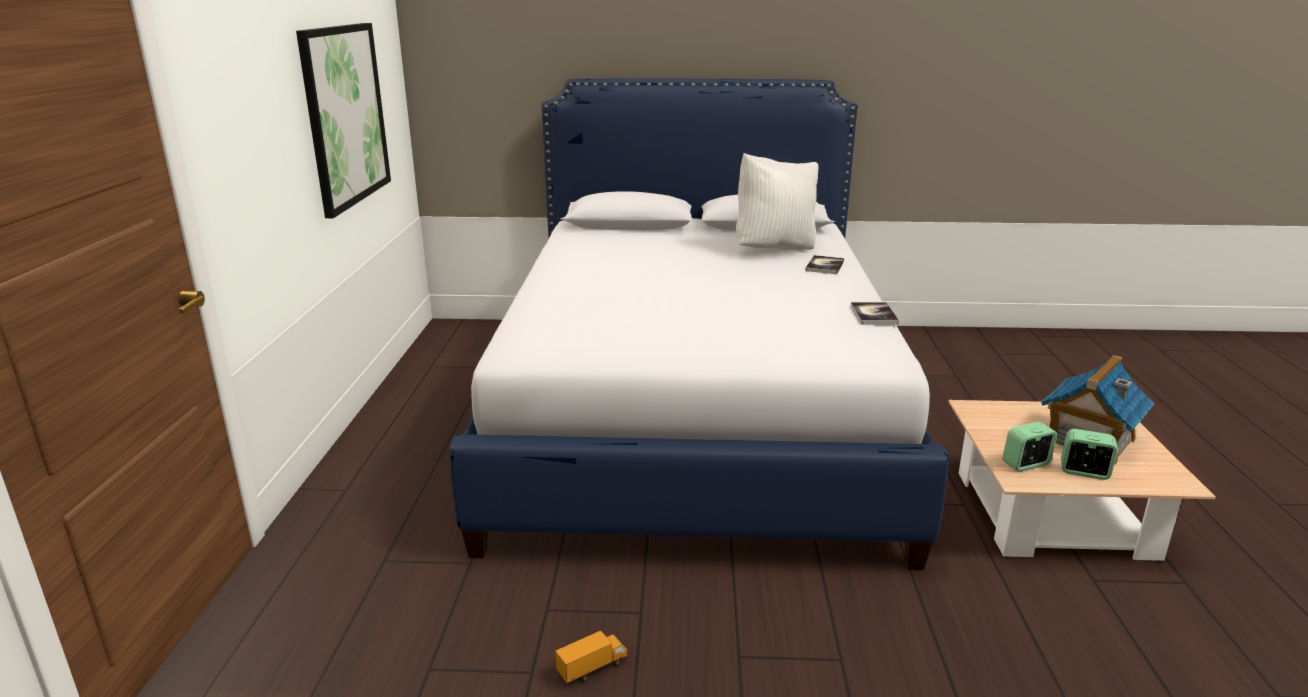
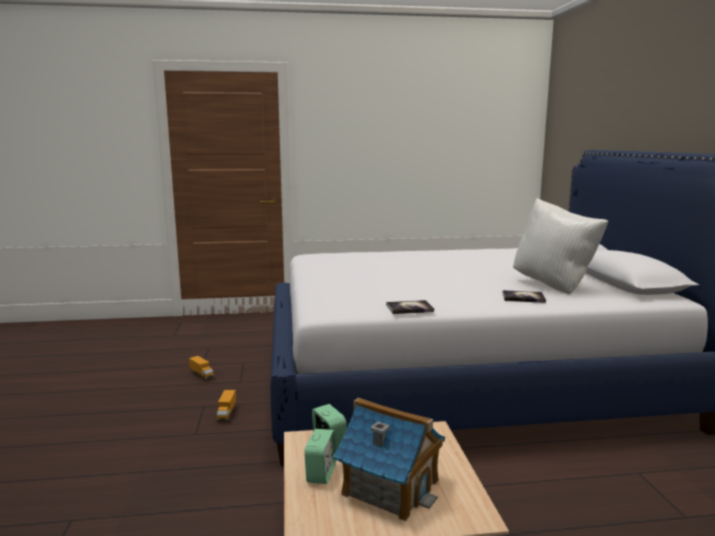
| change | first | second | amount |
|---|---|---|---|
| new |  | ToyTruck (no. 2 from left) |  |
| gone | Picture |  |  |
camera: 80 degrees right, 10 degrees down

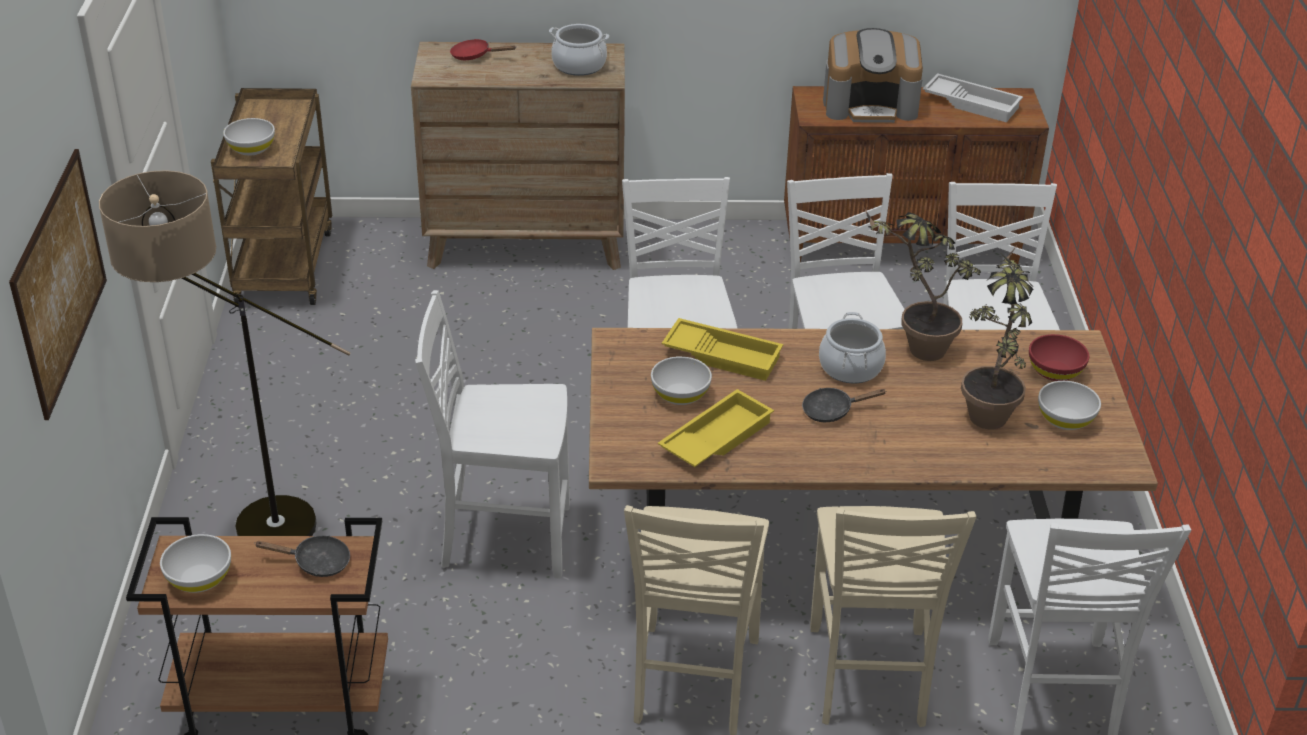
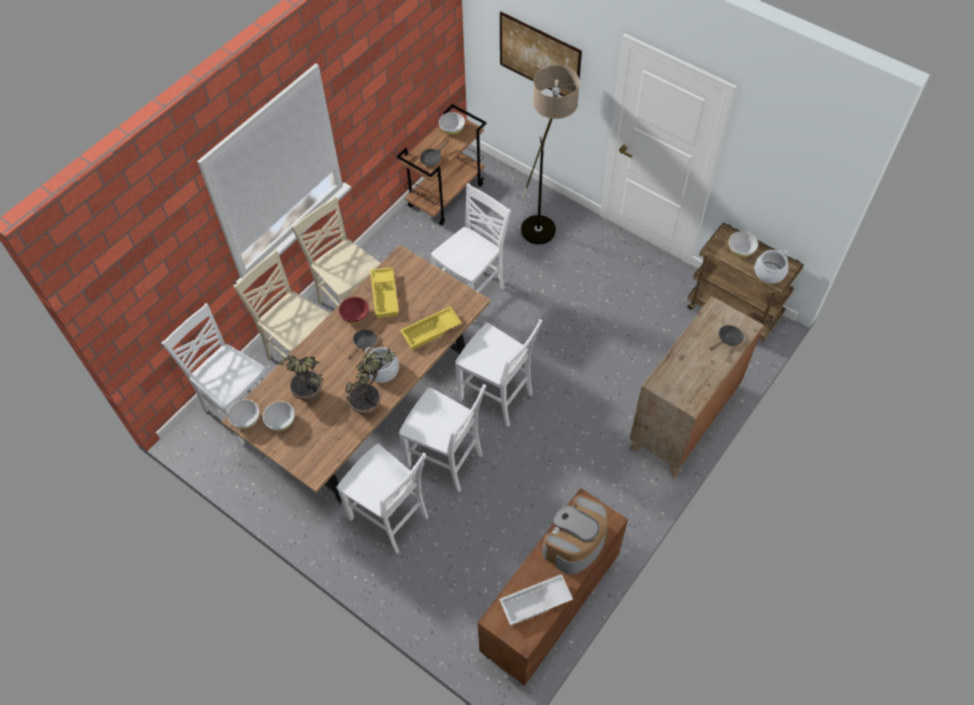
| change | first | second | amount |
|---|---|---|---|
| shifted | WhiteBowl (no. 3 from left in the first image) | WhiteBowl (no. 1 from left) |  |
| shifted | RedBowl |  |  |
| repainted | RedFryingPan | BlackFryingPan (no. 3 from left) |  |
| shifted | CookingPot (no. 1 from left in the first image) | CookingPot (no. 2 from left) |  |
camera: 130 degrees right, 20 degrees up

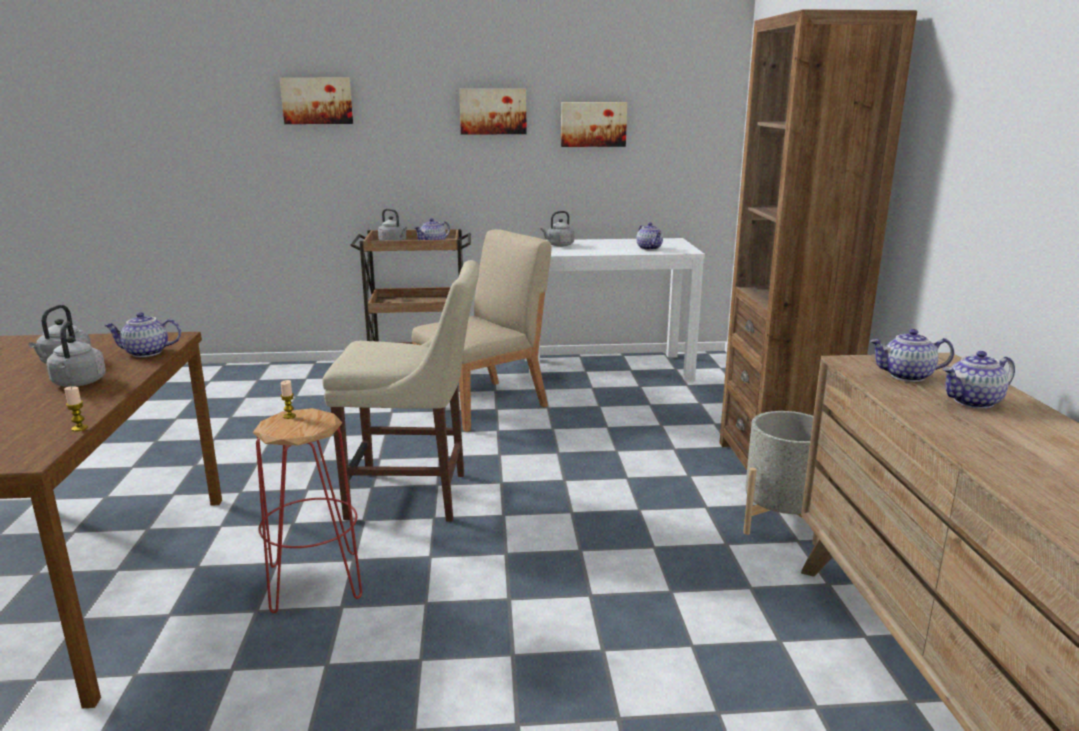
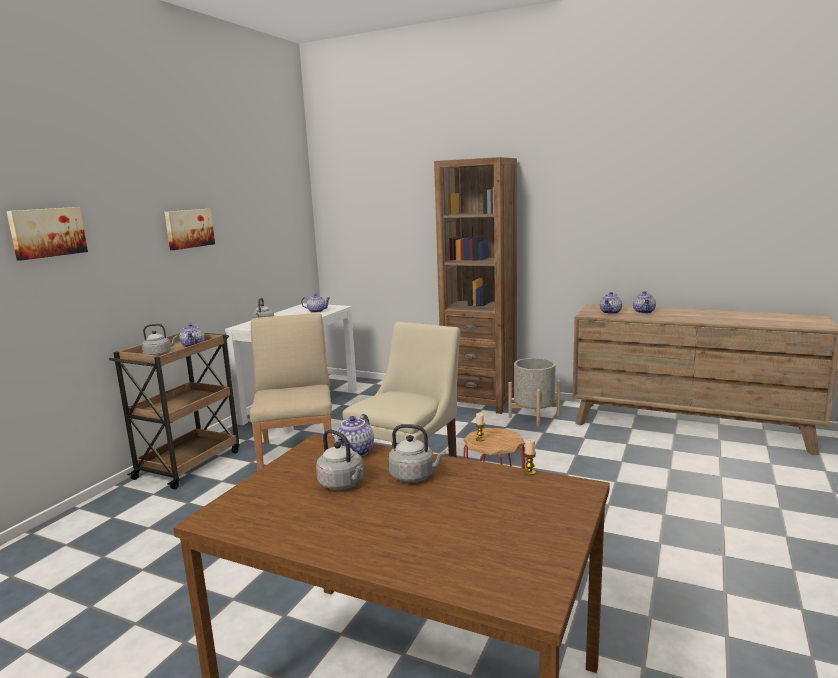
| change | first | second | amount |
|---|---|---|---|
| gone | Picture (no. 3 from left) |  |  |
camera: 60 degrees left, 5 degrees down

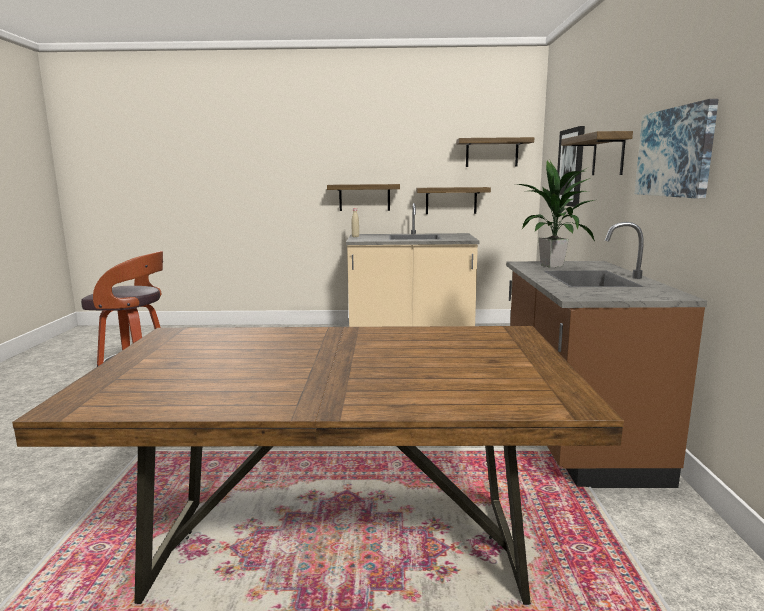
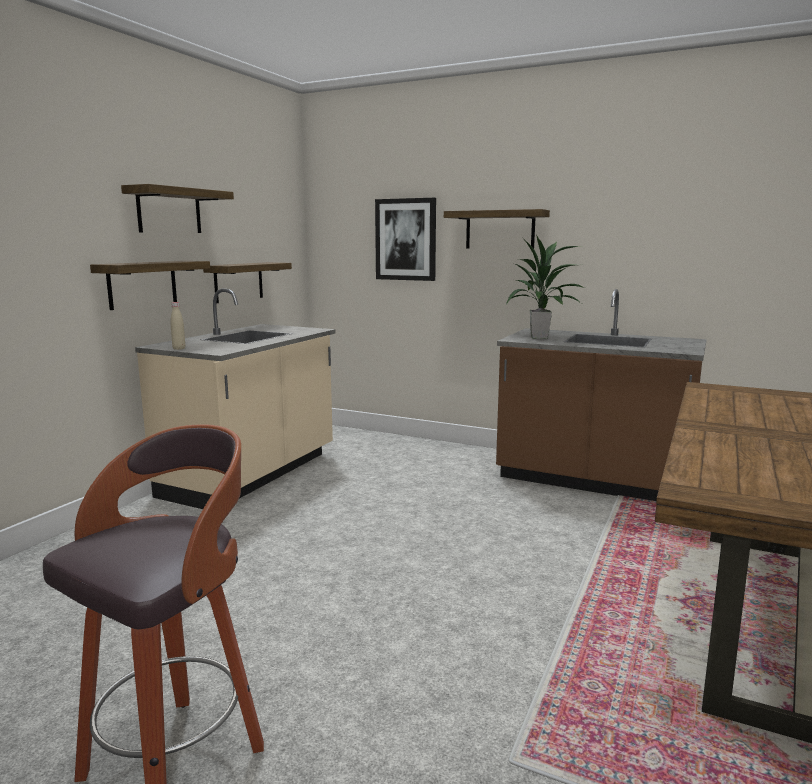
| change | first | second | amount |
|---|---|---|---|
| shifted | Shelf (no. 3 from left in the first image) | Shelf (no. 2 from left) |  |
| gone | Picture (no. 2 from left) |  |  |
camera: 65 degrees left, 0 degrees up

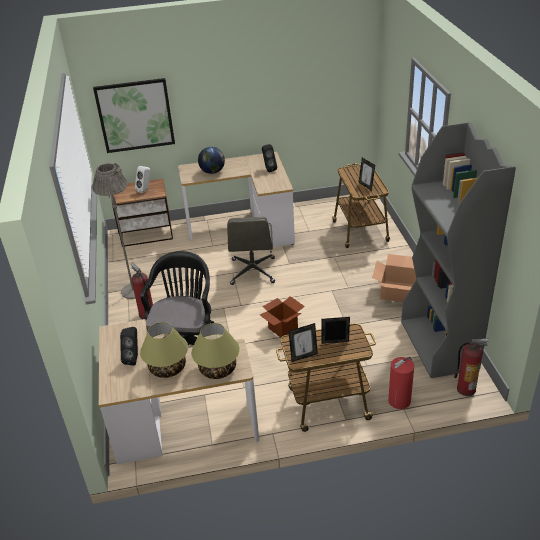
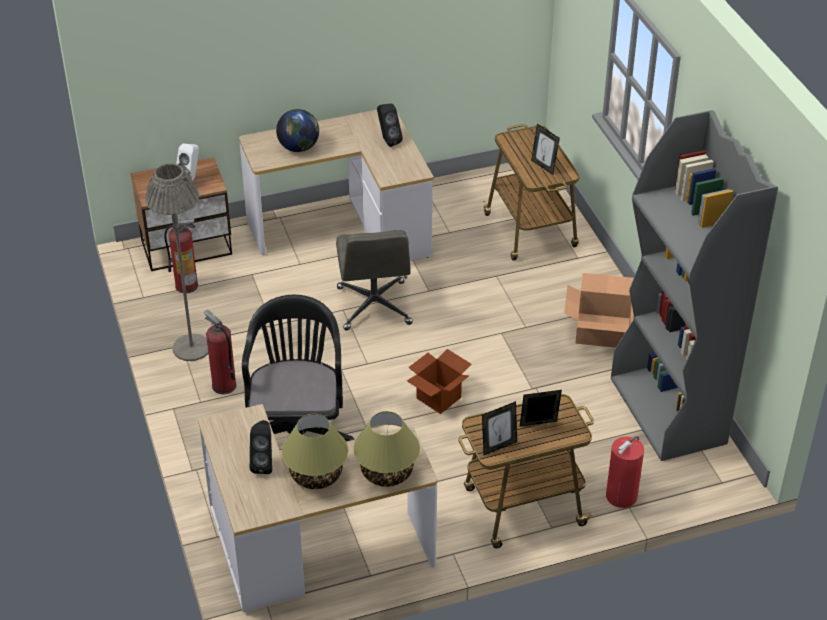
| change | first | second | amount |
|---|---|---|---|
| shifted | FireExtinguisher (no. 3 from left in the first image) | FireExtinguisher (no. 1 from left) |  |
| gone | Picture |  |  |
camera: 10 degrees left, 5 degrees up

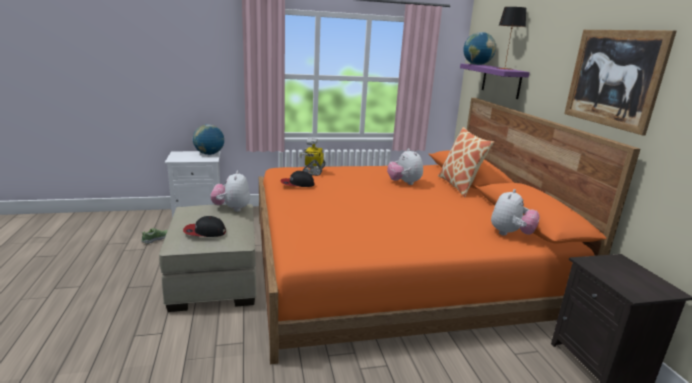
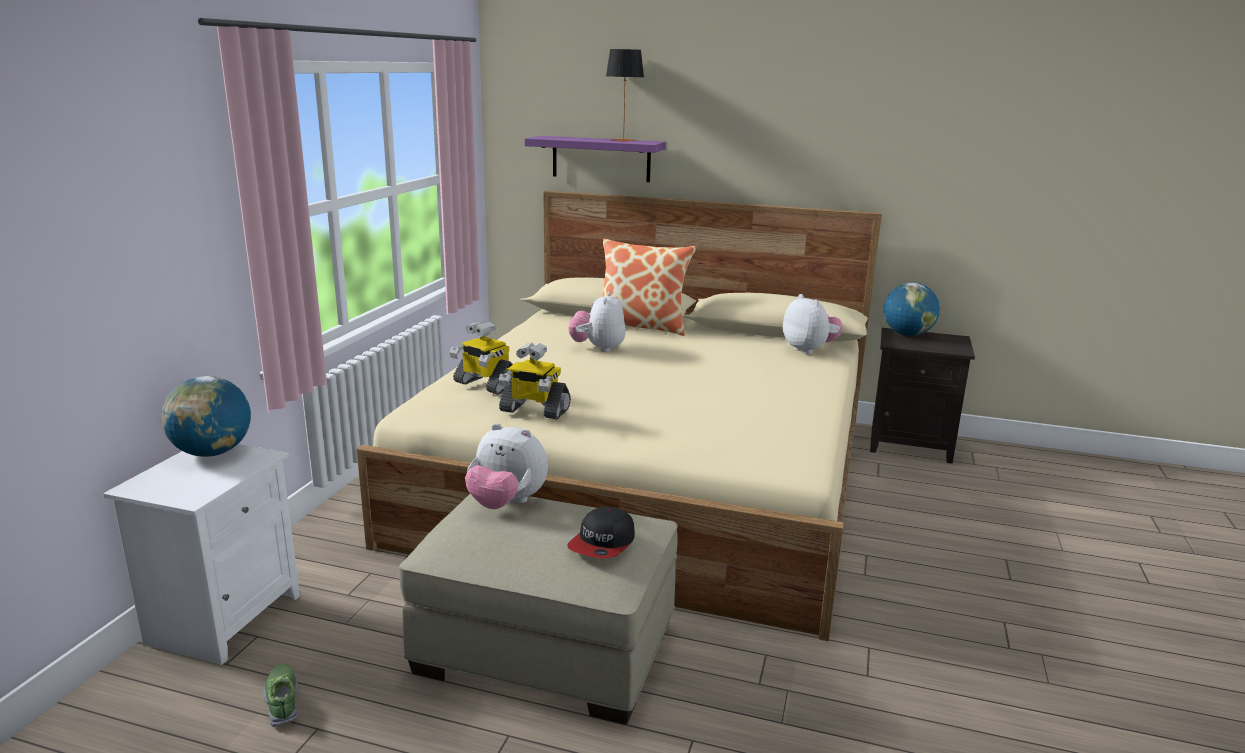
| change | first | second | amount |
|---|---|---|---|
| repainted | OrangeBed | BeigeBed |  |
| swapped | Cap (no. 2 from left) | ToyRobot (no. 2 from left) |  |
| rotated | PlushToy (no. 2 from left) |  | 90 degrees clockwise |
| shifted | Globe (no. 2 from left) |  |  |
| gone | Picture |  |  |
camera: 60 degrees left, 0 degrees up

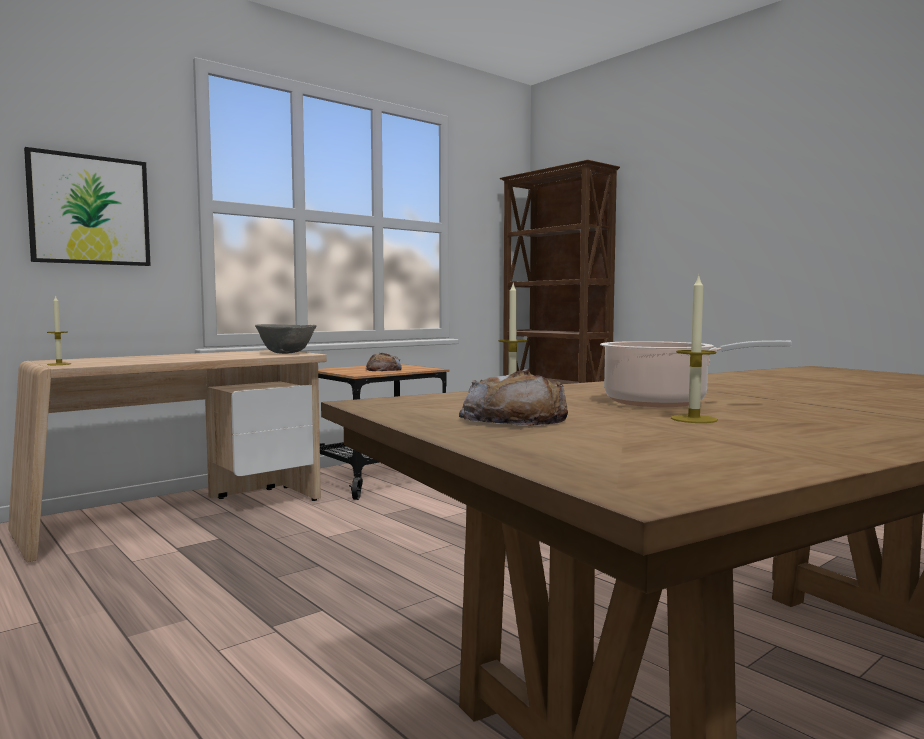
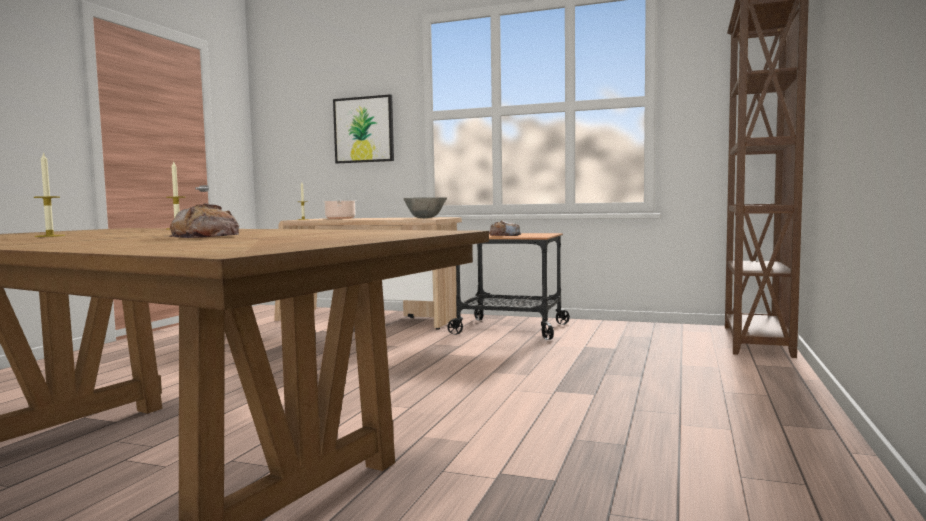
| change | first | second | amount |
|---|---|---|---|
| shifted | Bread (no. 2 from left in the first image) | Bread (no. 1 from left) |  |
| shifted | CookingPot |  |  |
camera: 60 degrees right, 0 degrees up

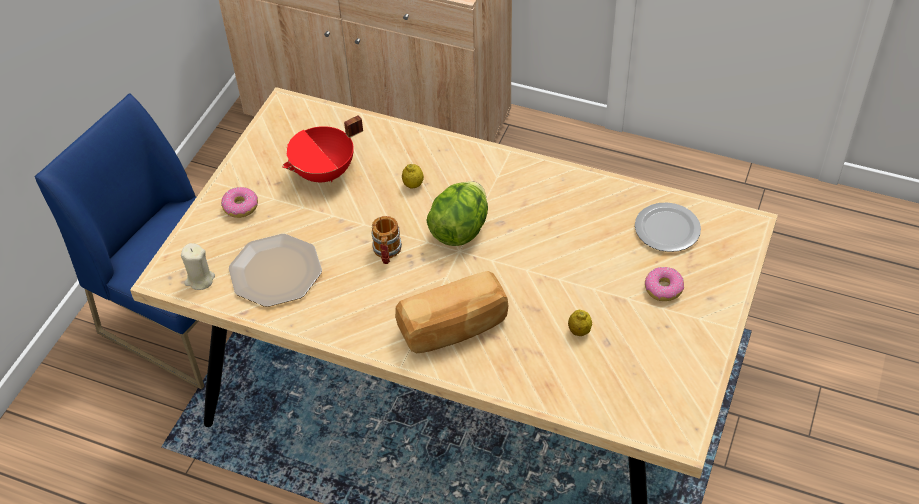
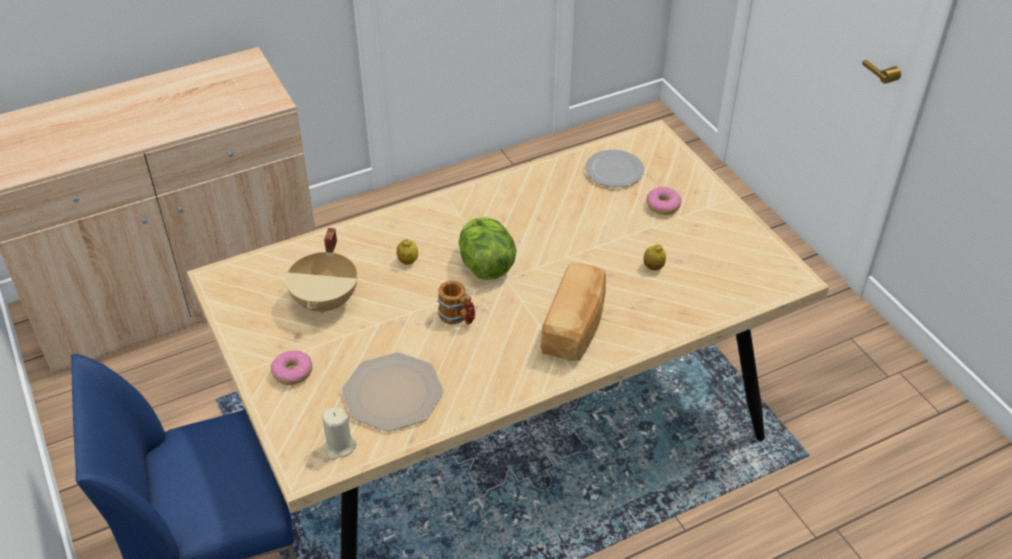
| change | first | second | amount |
|---|---|---|---|
| repainted | RedCookingPot | BeigeCookingPot |  |
camera: 50 degrees left, 5 degrees down

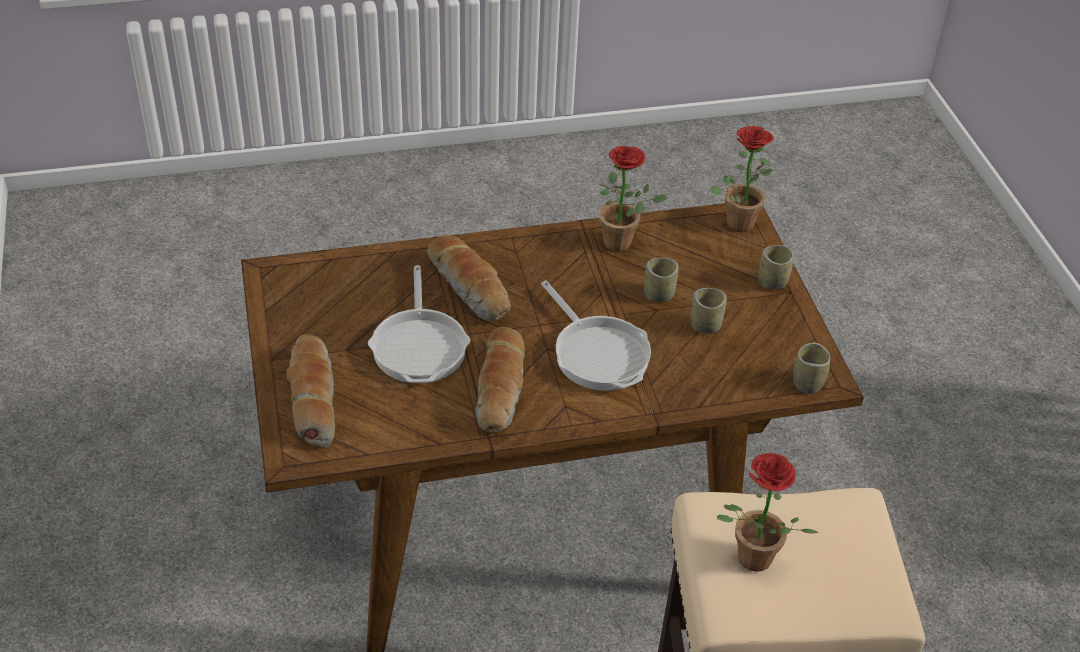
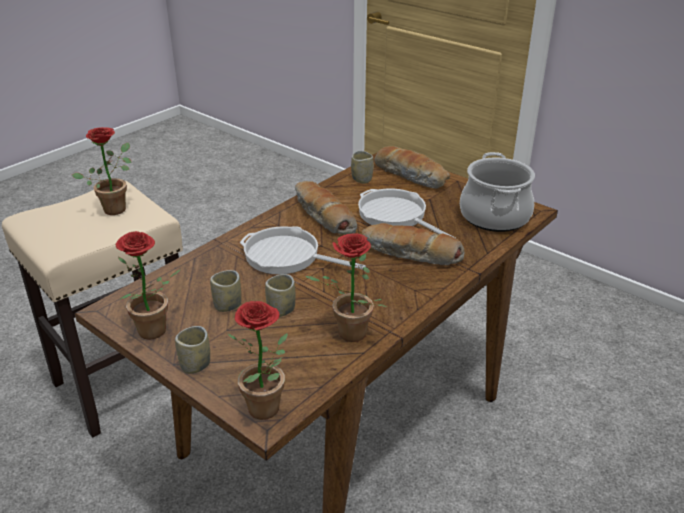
| change | first | second | amount |
|---|---|---|---|
| new |  | PottedPlant (no. 2 from left) |  |
| shifted | Cup (no. 4 from left) |  |  |
| new |  | CookingPot |  |
camera: 145 degrees right, 10 degrees down

